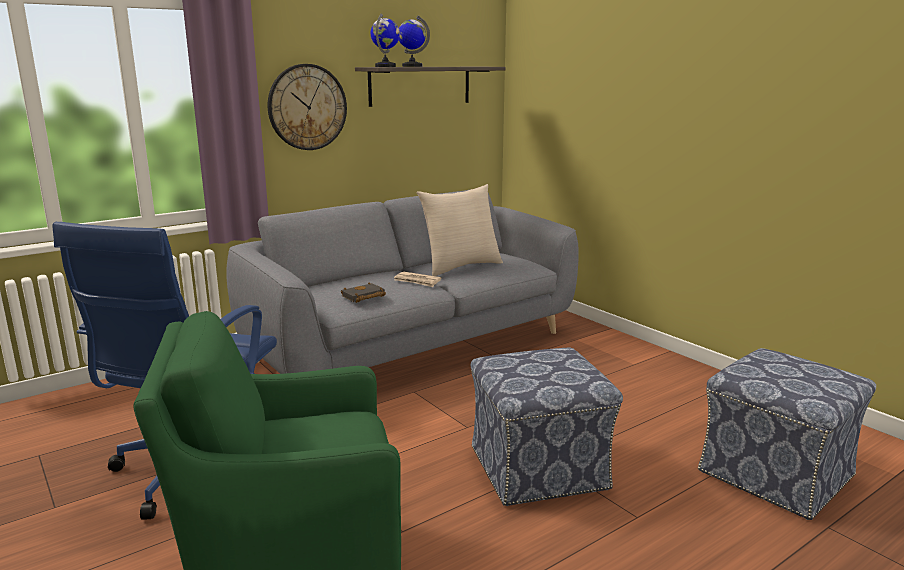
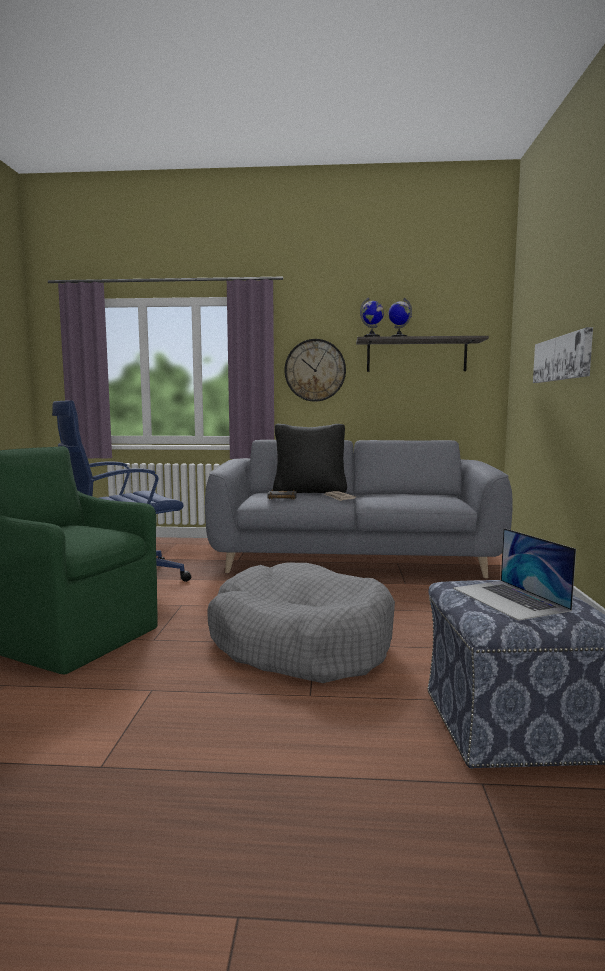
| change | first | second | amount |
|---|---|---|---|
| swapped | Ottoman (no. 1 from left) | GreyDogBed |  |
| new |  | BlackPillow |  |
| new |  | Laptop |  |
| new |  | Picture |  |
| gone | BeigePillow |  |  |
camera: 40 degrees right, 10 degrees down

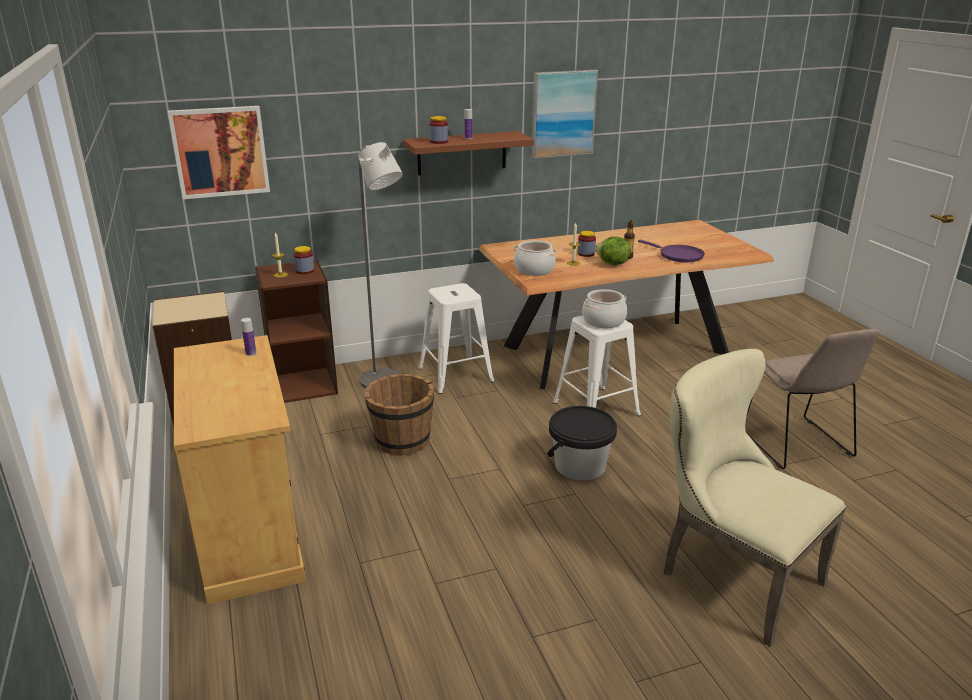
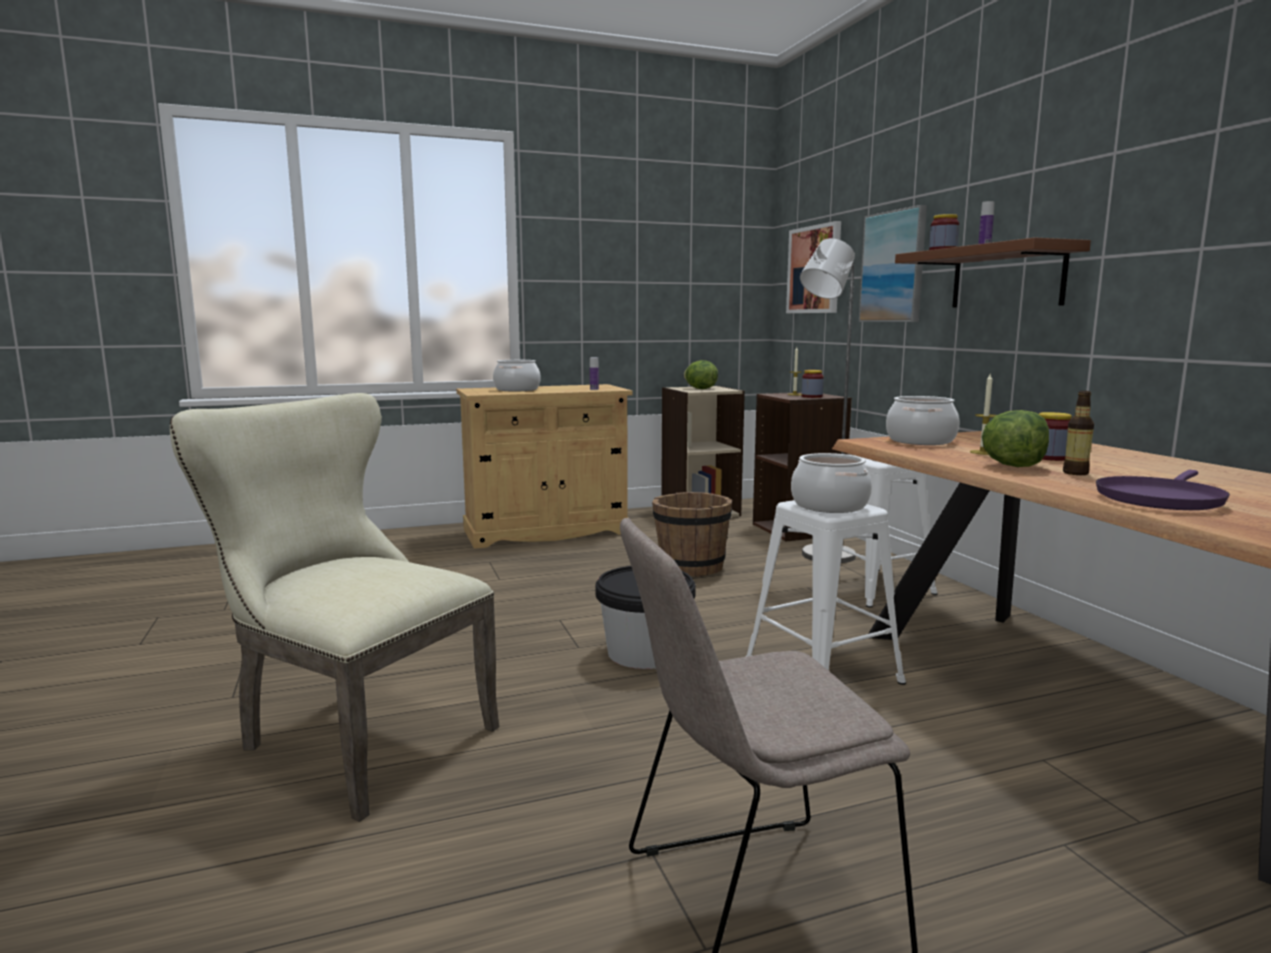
| change | first | second | amount |
|---|---|---|---|
| rotated | BeigeChair (no. 1 from left) |  | 105 degrees counterclockwise |
| new |  | CookingPot (no. 1 from left) |  |
| new |  | Lettuce (no. 1 from left) |  |
| shifted | Picture (no. 2 from left) |  |  |
camera: 90 degrees right, 15 degrees down

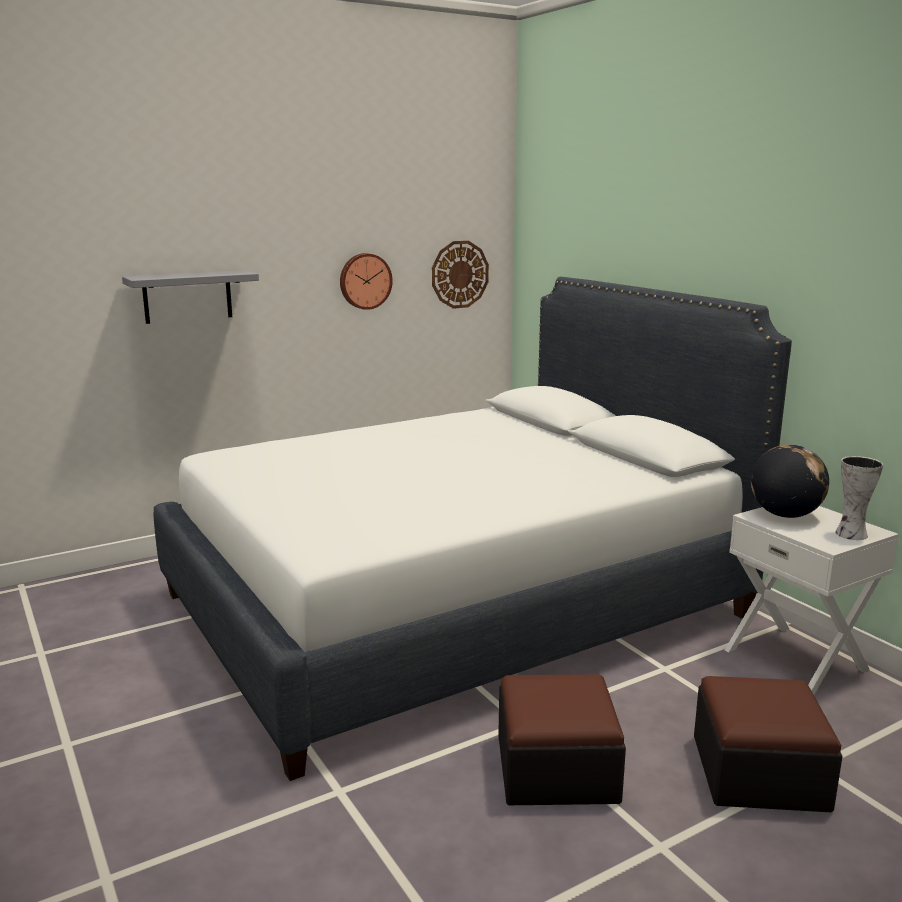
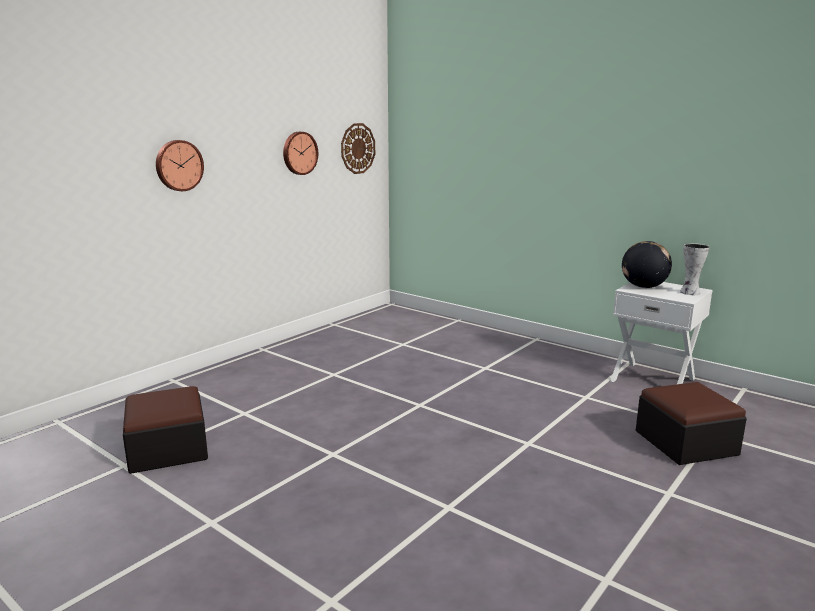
| change | first | second | amount |
|---|---|---|---|
| shifted | Ottoman (no. 1 from left) |  |  |
| swapped | GreyShelf | WallClock (no. 1 from left) |  |
| gone | WhiteBed |  |  |
camera: 20 degrees left, 0 degrees up

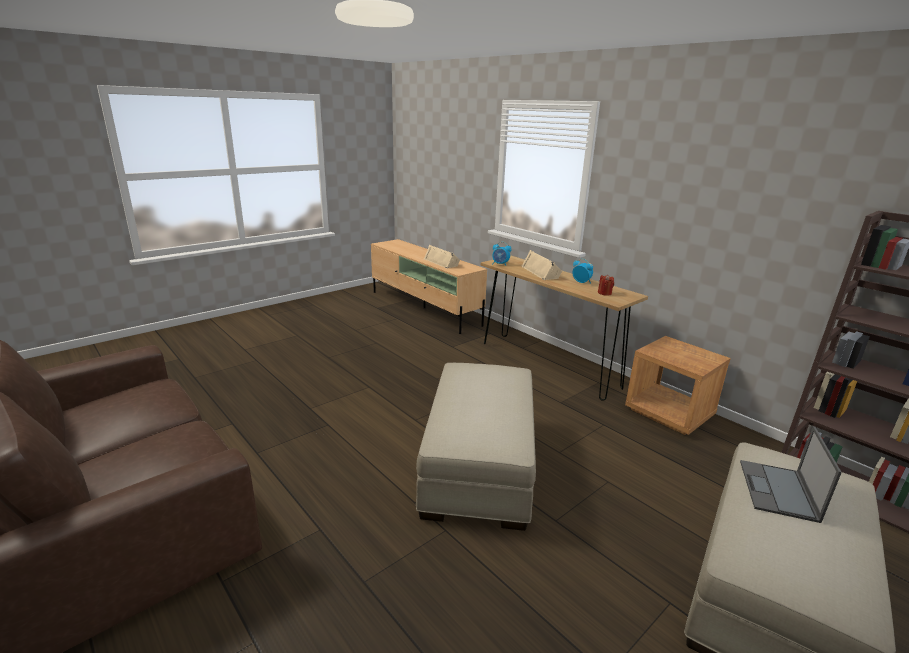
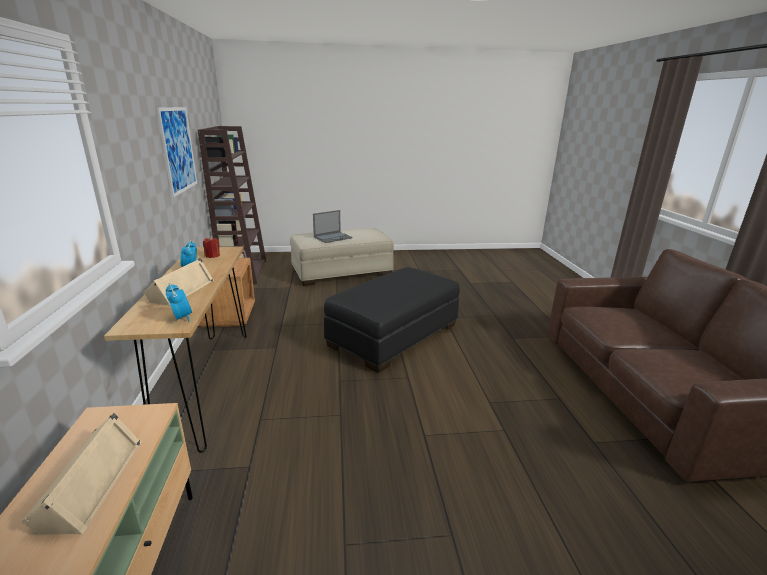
| change | first | second | amount |
|---|---|---|---|
| new |  | Picture |  |
| repainted | BeigeOttoman (no. 1 from left) | BlackOttoman |  |
camera: 145 degrees left, 0 degrees up

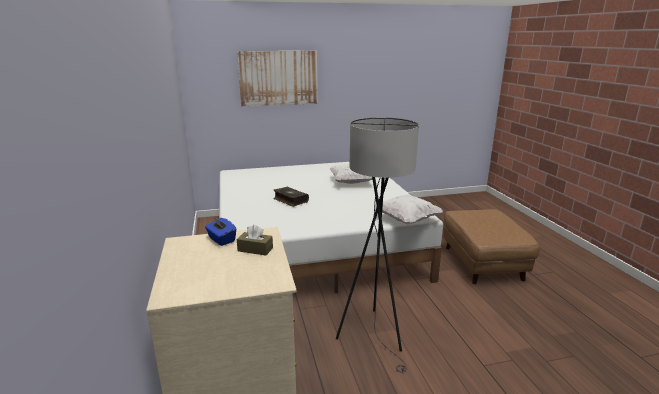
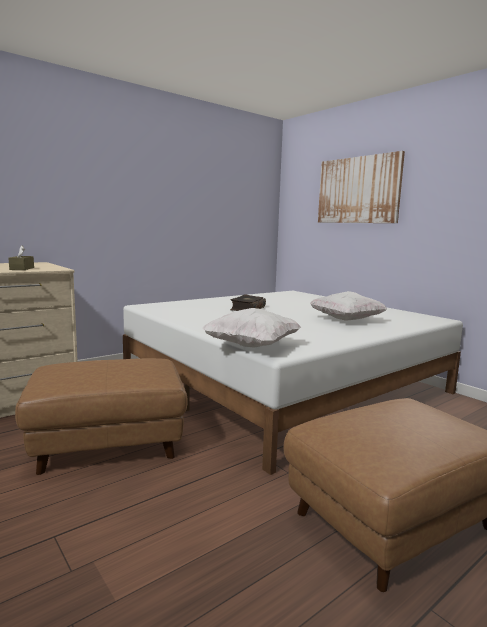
| change | first | second | amount |
|---|---|---|---|
| swapped | GreyFloorLamp | BrownOttoman (no. 1 from left) |  |
| gone | BlueTissueBox |  |  |
camera: 65 degrees right, 10 degrees down

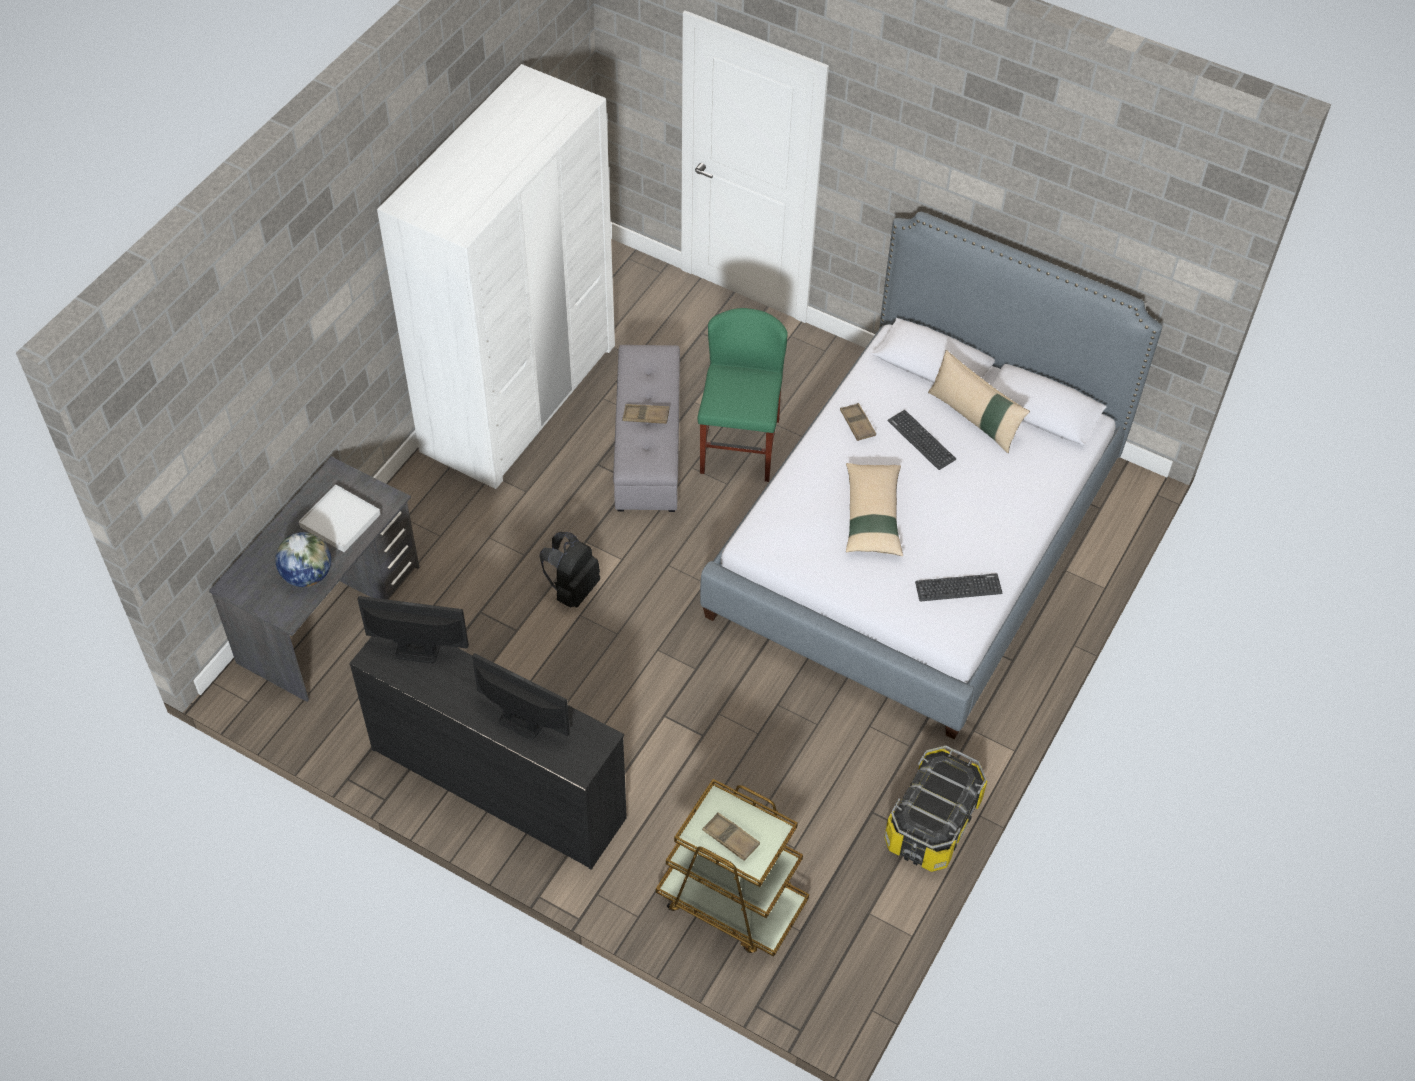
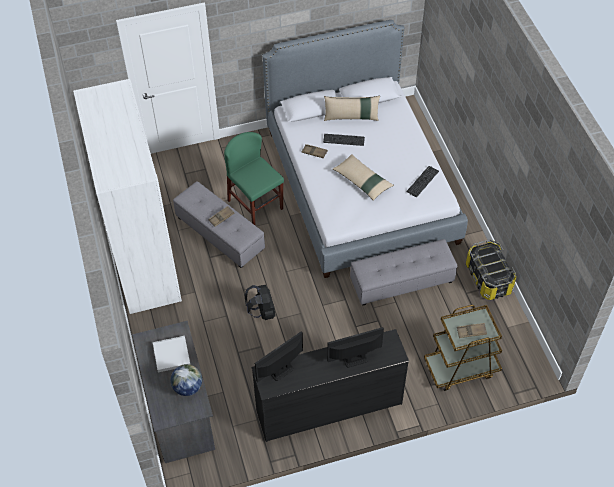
| change | first | second | amount |
|---|---|---|---|
| new |  | GreyOttoman (no. 2 from left) |  |
camera: 45 degrees left, 0 degrees up

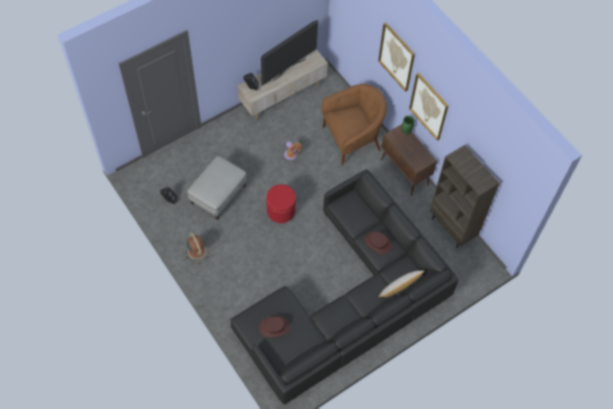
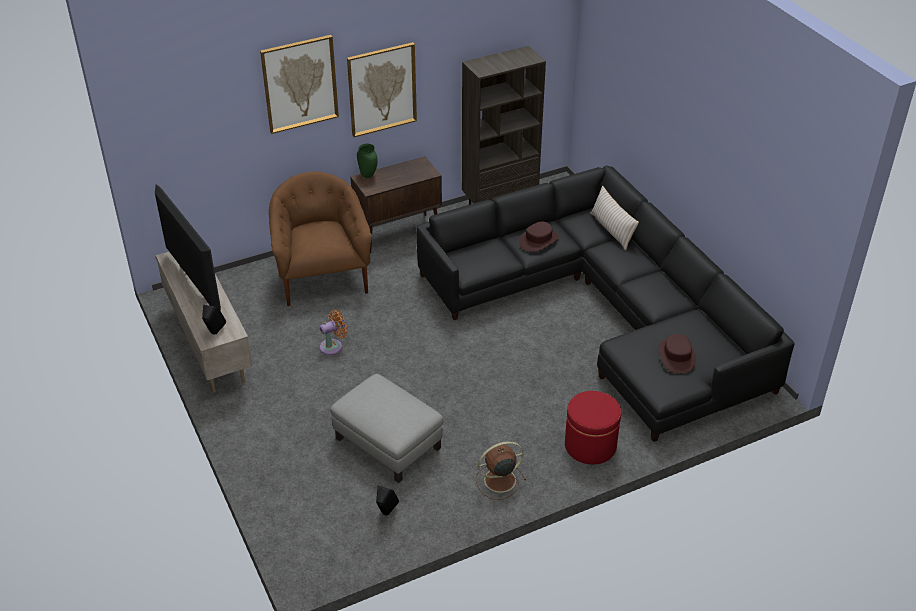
| change | first | second | amount |
|---|---|---|---|
| shifted | RedOttoman |  |  |
camera: 80 degrees left, 20 degrees down

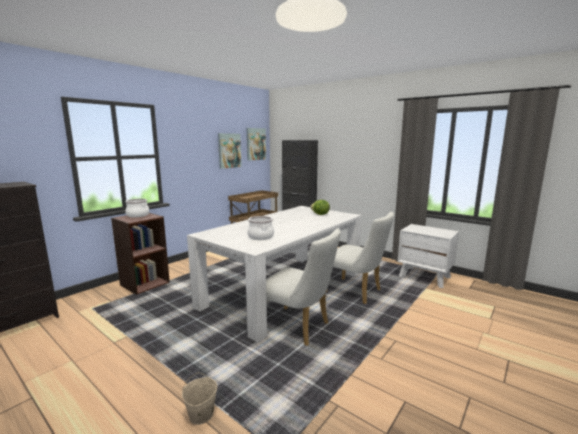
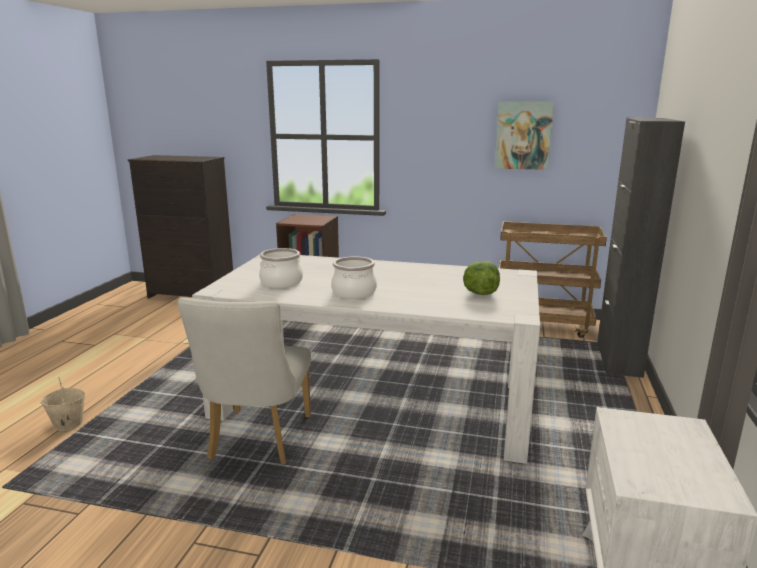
| change | first | second | amount |
|---|---|---|---|
| shifted | CookingPot (no. 1 from left in the first image) | CookingPot (no. 2 from left) |  |
| gone | Picture (no. 2 from left) |  |  |
| gone | WhiteChair (no. 2 from left) |  |  |
camera: 65 degrees right, 5 degrees up

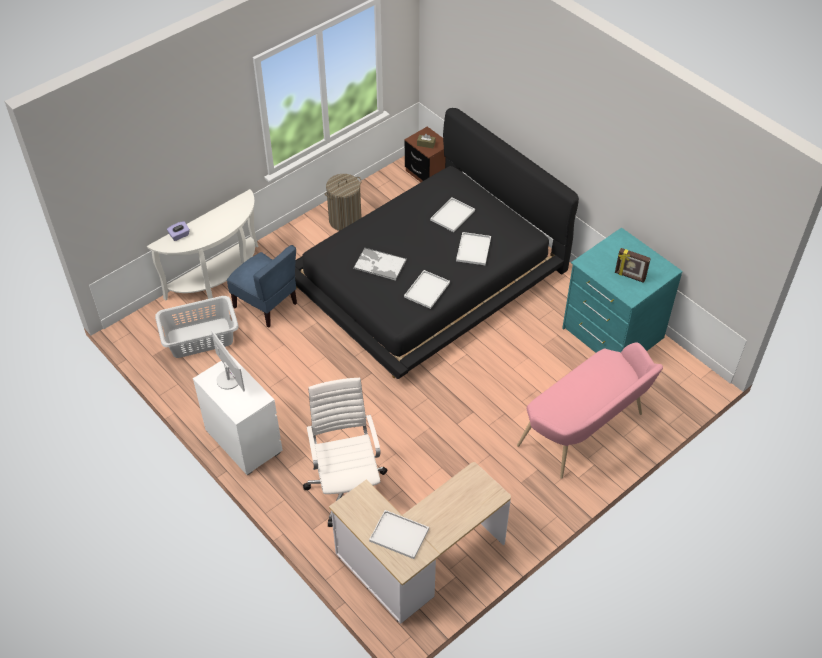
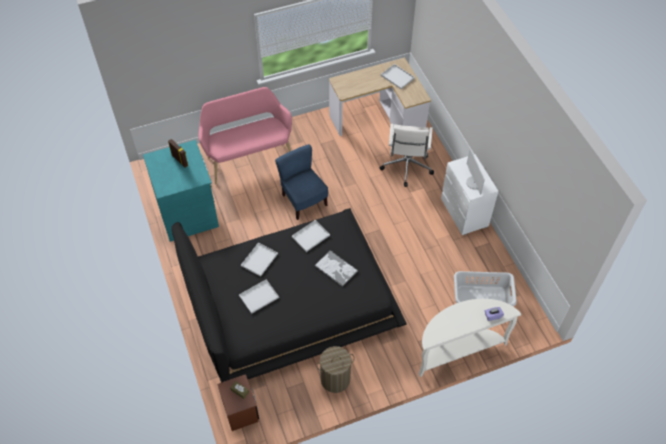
| change | first | second | amount |
|---|---|---|---|
| shifted | BlueChair |  |  |
camera: 160 degrees left, 5 degrees up

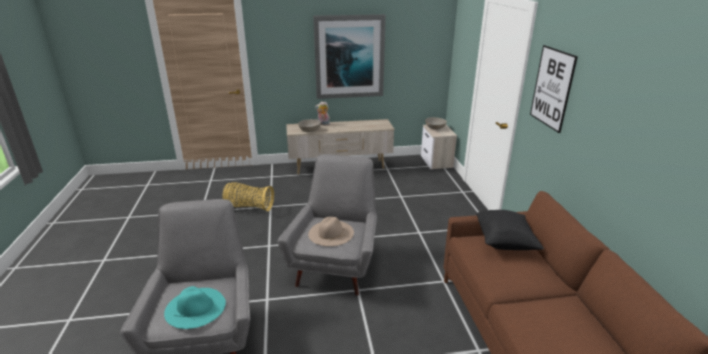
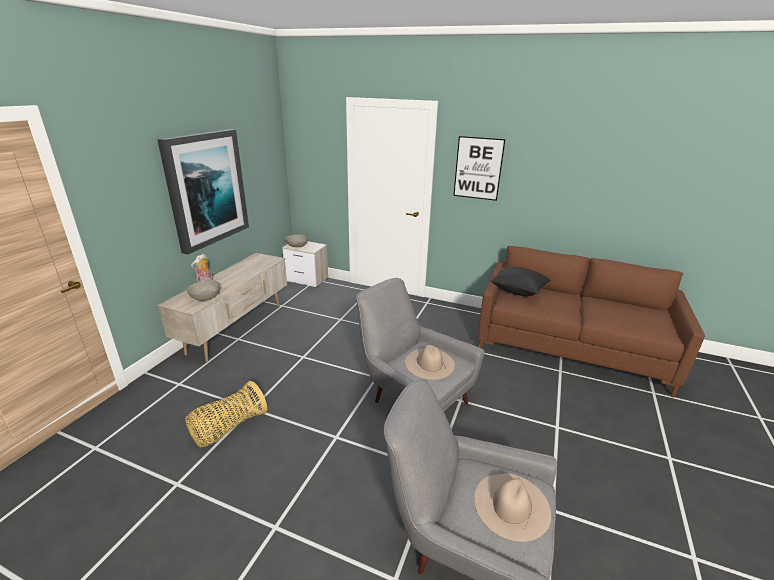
| change | first | second | amount |
|---|---|---|---|
| repainted | TurquoiseHat | BeigeHat (no. 2 from left) |  |
camera: 60 degrees left, 0 degrees up

